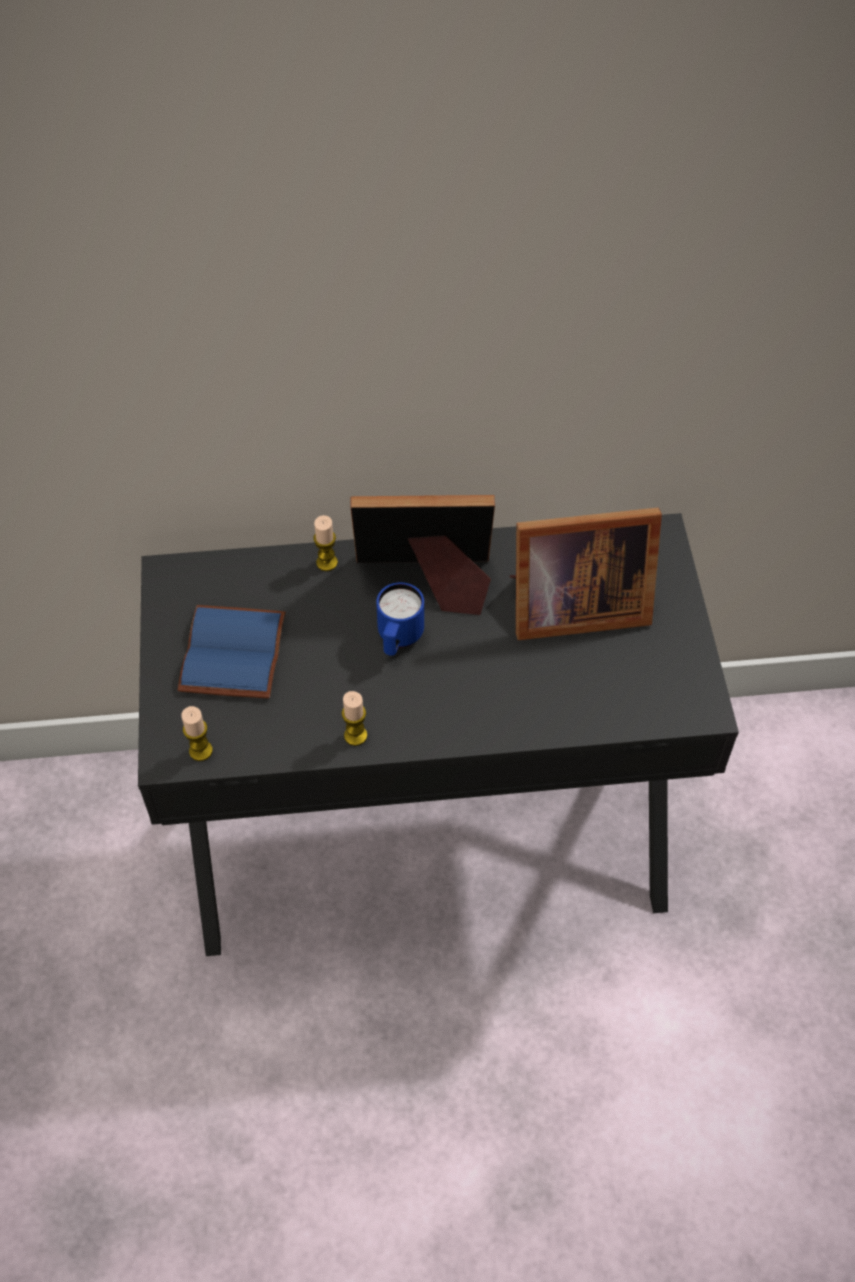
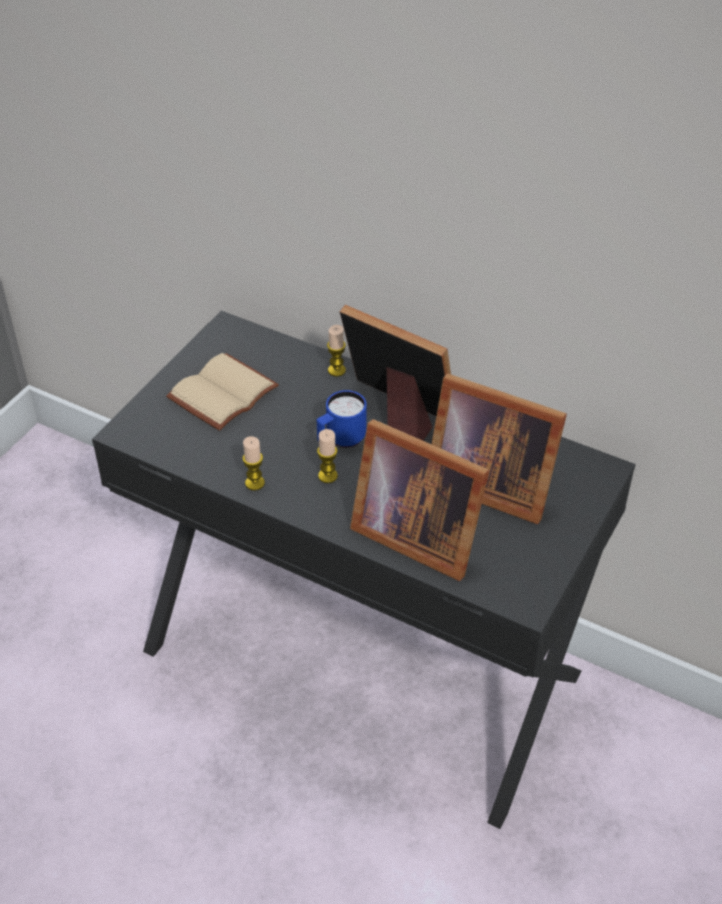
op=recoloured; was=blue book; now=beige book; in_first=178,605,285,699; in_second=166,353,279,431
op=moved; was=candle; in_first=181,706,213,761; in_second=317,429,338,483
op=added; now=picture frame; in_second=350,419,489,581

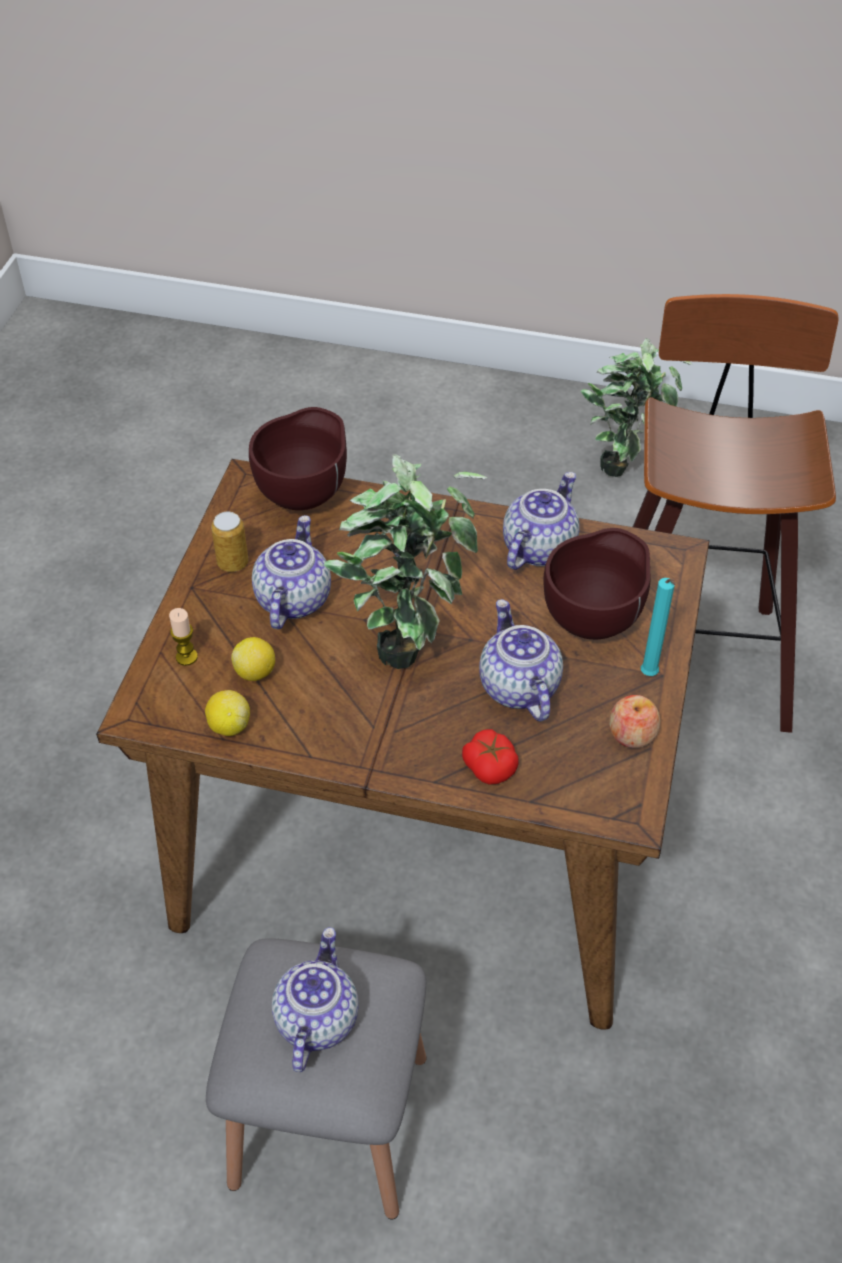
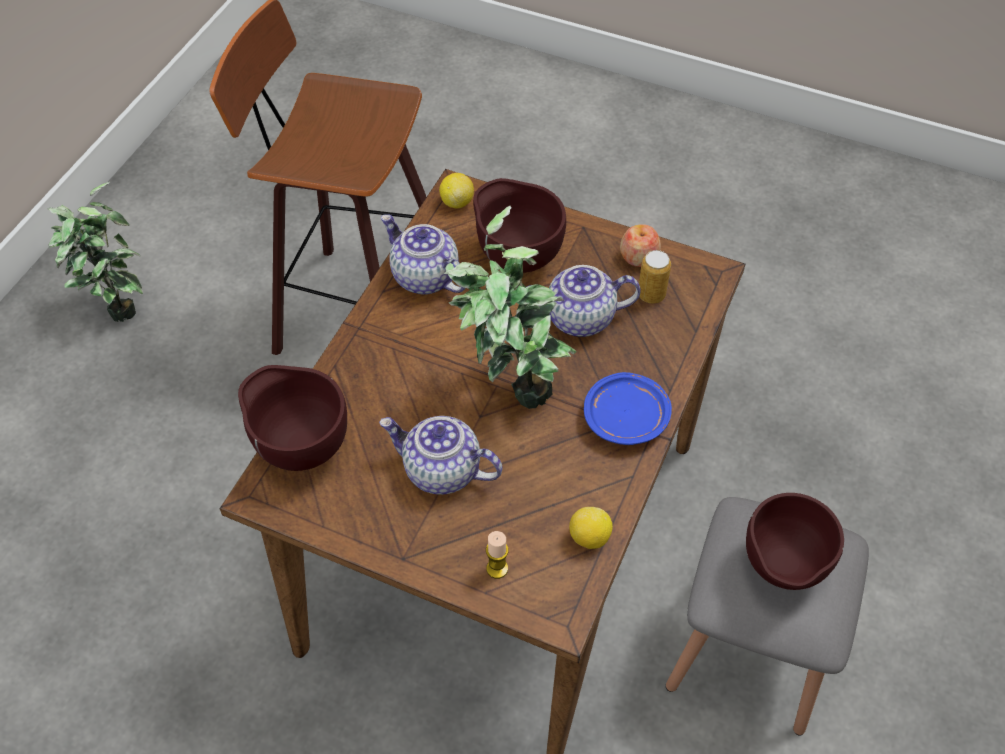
op=moved; was=lemon; in_first=231,637,275,681; in_second=439,173,474,209
op=added; now=blue plate; in_second=584,372,672,445
op=moved; was=can; in_first=211,512,248,572; in_second=639,250,671,304
op=replaced; was=teapot; now=brown bowl; in_first=272,927,359,1072; in_second=746,493,844,590
op=removed; was=tomato; in_first=462,729,519,785
op=removed; was=turquoise candle; in_first=641,578,675,676

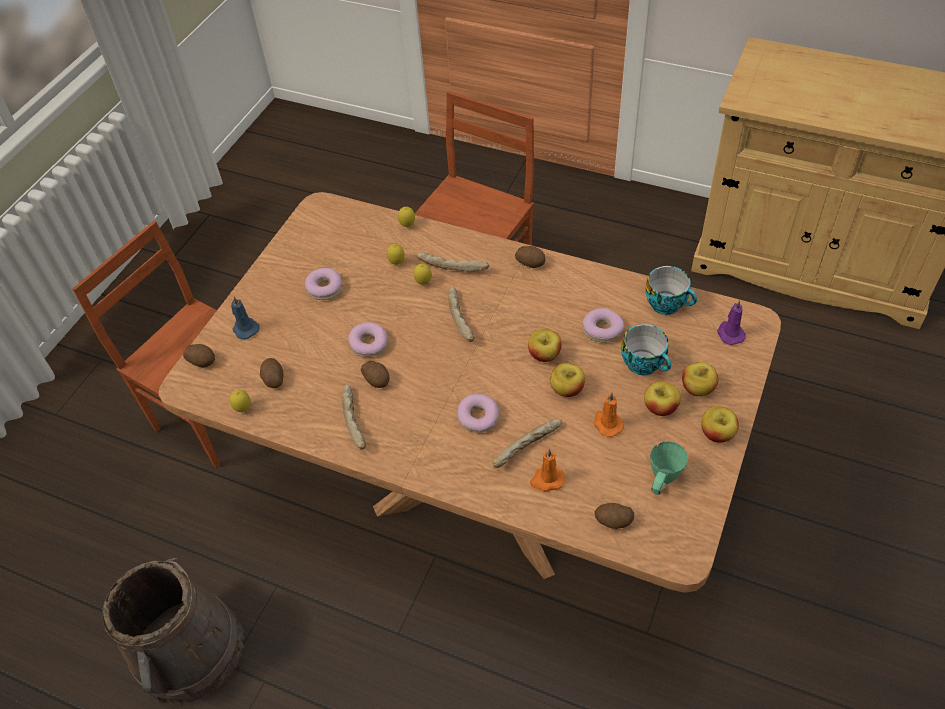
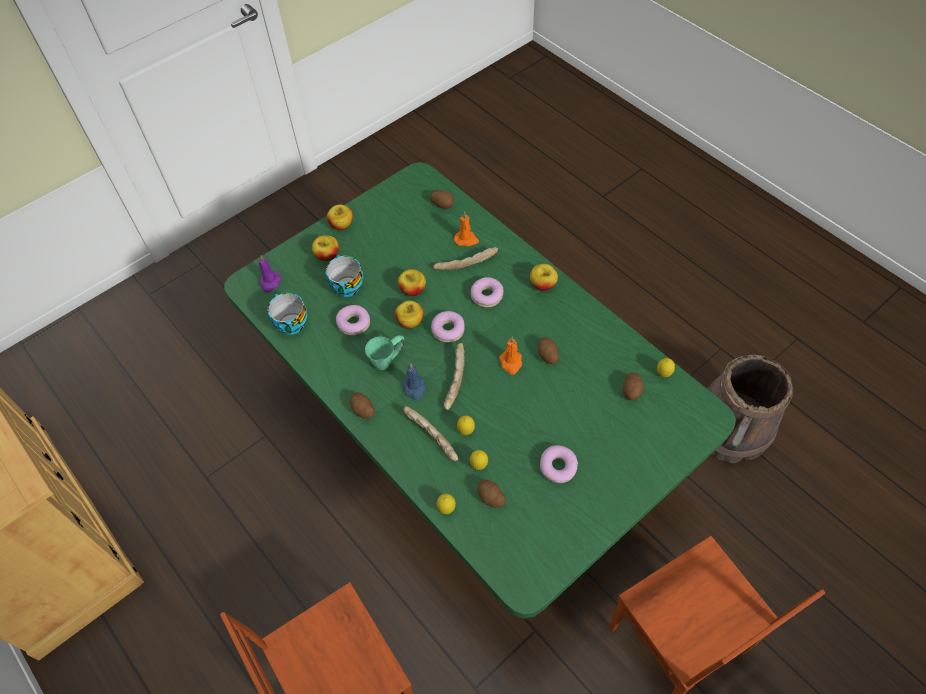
op=recoloured; was=brown dining table; now=green dining table; in_first=159,192,781,593; in_second=224,162,736,619
op=moved; was=green mug; in_first=650,441,688,495; in_second=365,335,404,370
op=moved; was=blue candle; in_first=231,296,259,339; in_second=402,363,426,400
op=moved; was=donut; in_first=348,322,388,357; in_second=431,311,465,342
op=moved; was=potato; in_first=183,344,215,368; in_second=478,480,506,508
op=moved; was=orange candle; in_first=594,392,624,437; in_second=499,337,522,375
op=moved; was=apple; in_first=644,381,681,416; in_second=530,264,558,291
op=removed; was=bread; in_first=342,384,366,450

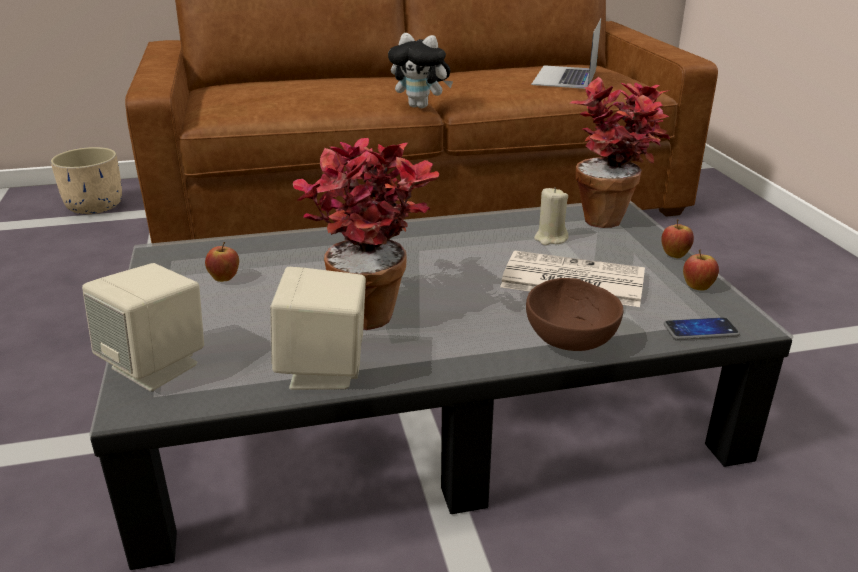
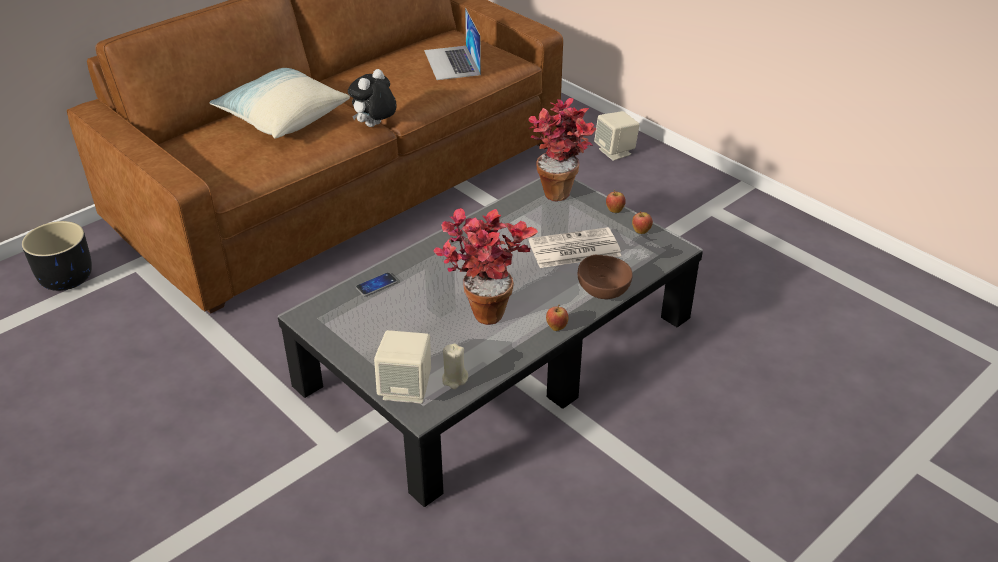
op=recoloured; was=beige planter; now=black planter; in_first=51,147,122,214; in_second=22,221,92,291
op=added; now=pillow; in_second=209,68,350,138
op=turned; was=plush toy; in_first=388,33,453,108; in_second=348,69,396,127; clockwise=135
op=moved; was=phone; in_first=664,317,740,340; in_second=355,272,398,296
op=moved; was=beige candle; in_first=534,187,568,245; in_second=442,343,468,389
op=moved; was=apple; in_first=205,242,239,282; in_second=546,305,568,331
op=moved; was=beige speaker; in_first=270,267,366,390; in_second=594,111,640,161

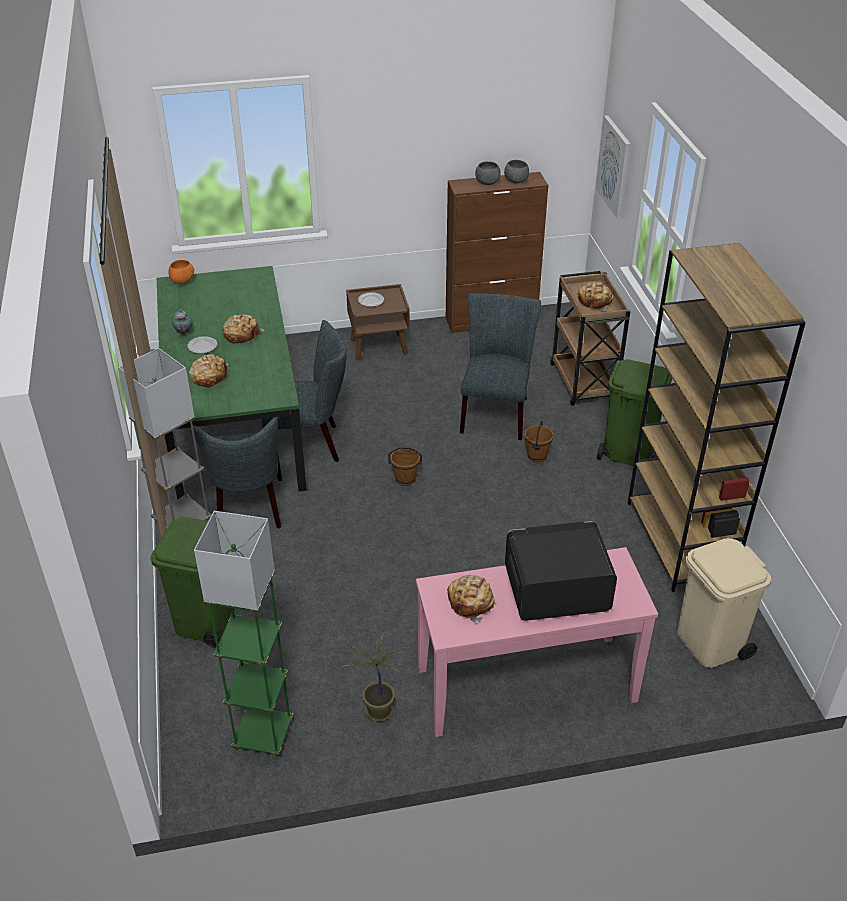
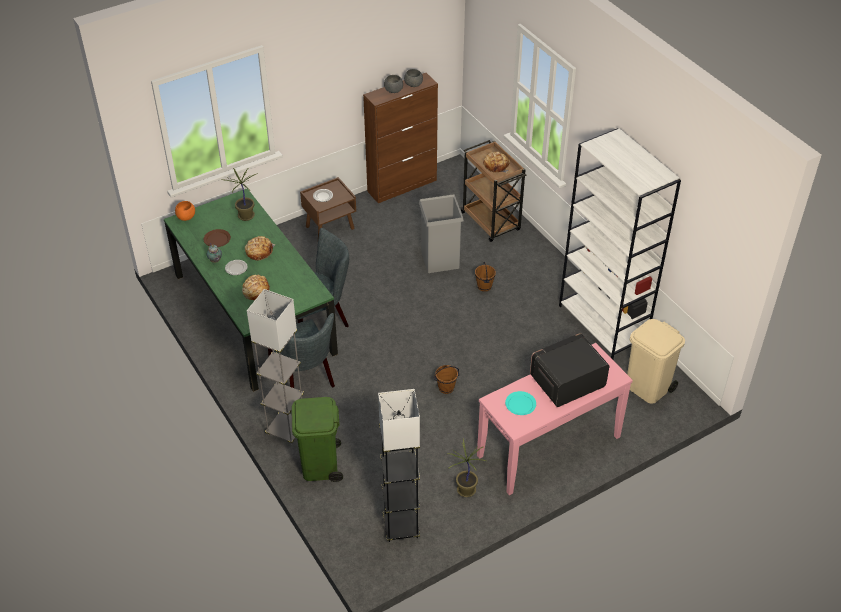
op=added; now=brown plate; in_second=204,229,231,247
op=added; now=potted plant; in_second=220,168,258,221
op=recoloured; was=green floor lamp; now=grey floor lamp; in_first=194,511,293,758; in_second=378,389,420,542
op=replaced; was=grey chair; now=grey trash can; in_first=460,293,541,440; in_second=419,194,464,273
op=moved; was=brown bucket; in_first=388,447,422,486; in_second=434,365,460,394
op=replaced; was=bread; now=turquoise plate; in_first=447,575,495,623; in_second=505,391,536,415
op=recoloured; was=brown bookcase; now=white bookcase; in_first=628,243,806,592; in_second=559,128,681,360
op=removed; was=picture; in_first=596,115,631,219
op=removed; was=green trash can; in_first=597,359,672,466

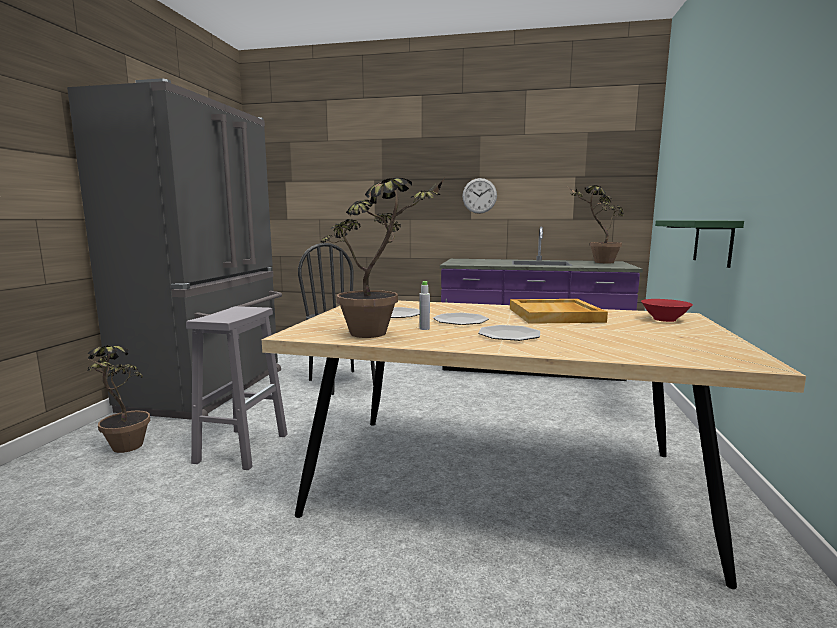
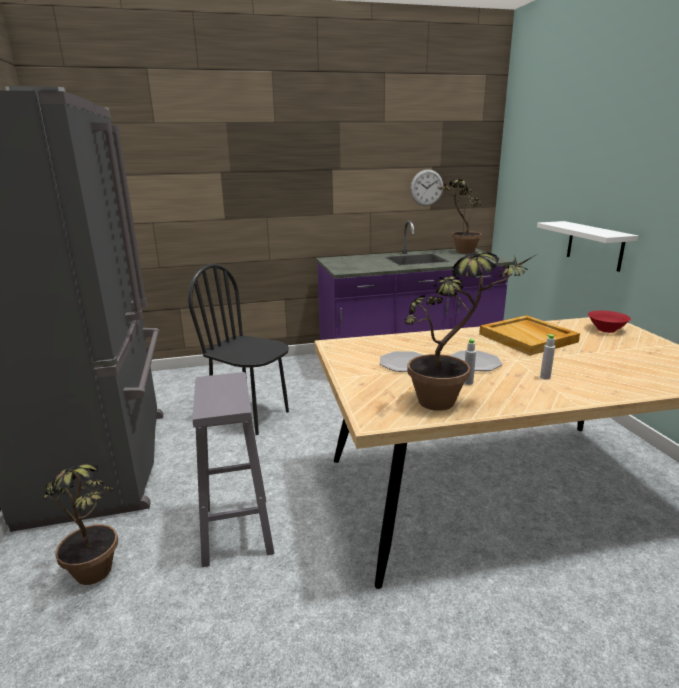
op=moved; was=wall clock; in_first=462,178,497,214; in_second=410,169,443,206
op=recoloured; was=green shelf; now=white shelf; in_first=655,220,744,268; in_second=537,221,638,272
op=replaced; was=plate; now=grey bottle; in_first=478,325,540,341; in_second=540,334,555,380

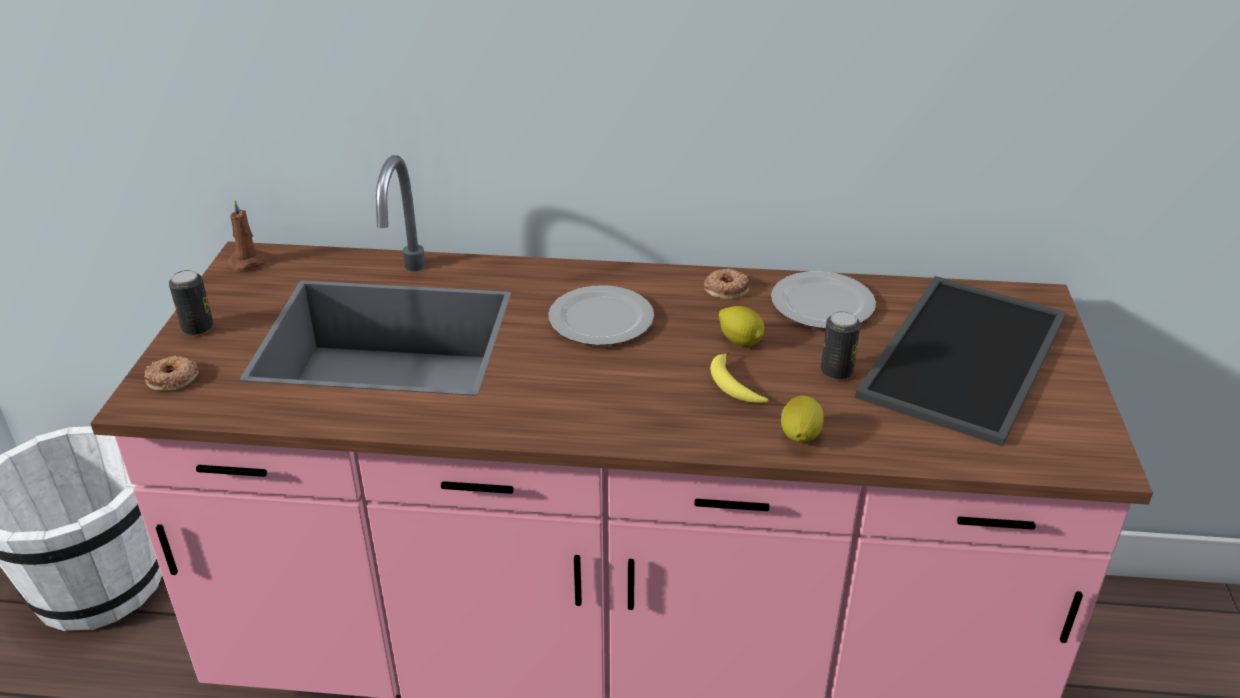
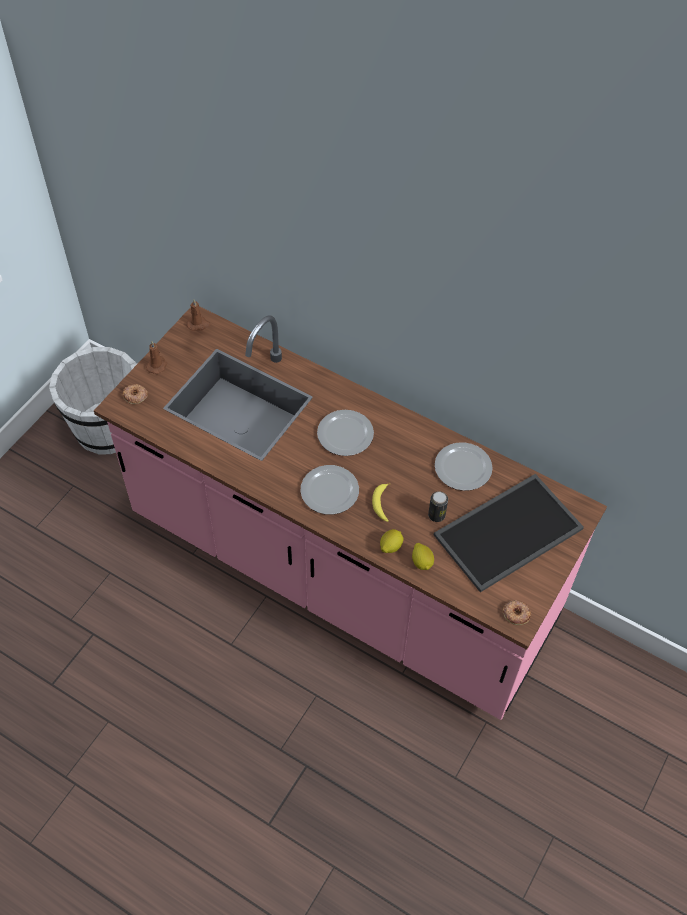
op=replaced; was=can; now=brown candle; in_first=169,270,213,336; in_second=146,341,167,374
op=added; now=plate; in_second=301,465,359,515
op=moved; was=lemon; in_first=719,306,764,346; in_second=412,543,434,570
op=moved; was=donut; in_first=704,268,749,299; in_second=503,600,531,625

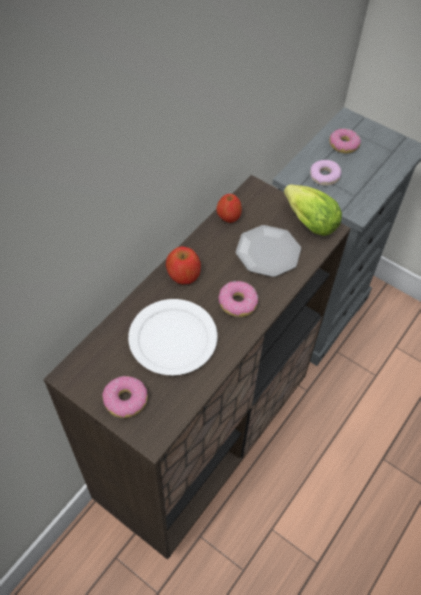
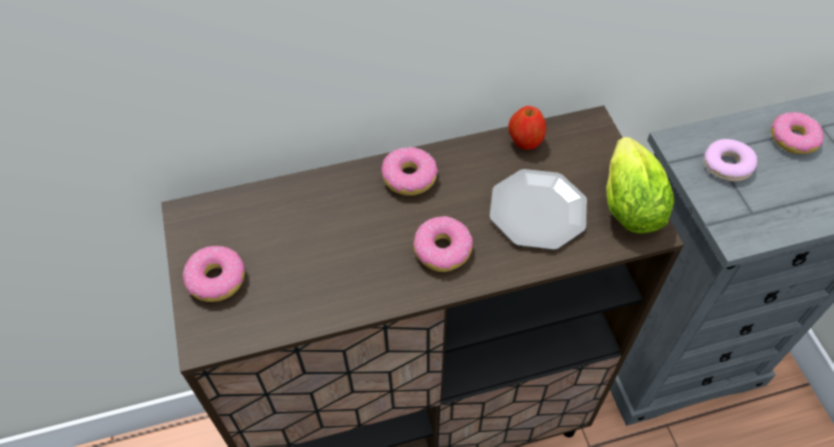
op=replaced; was=apple; now=donut; in_first=166,246,201,285; in_second=381,147,438,196
op=removed; was=white plate; in_first=128,299,218,375

